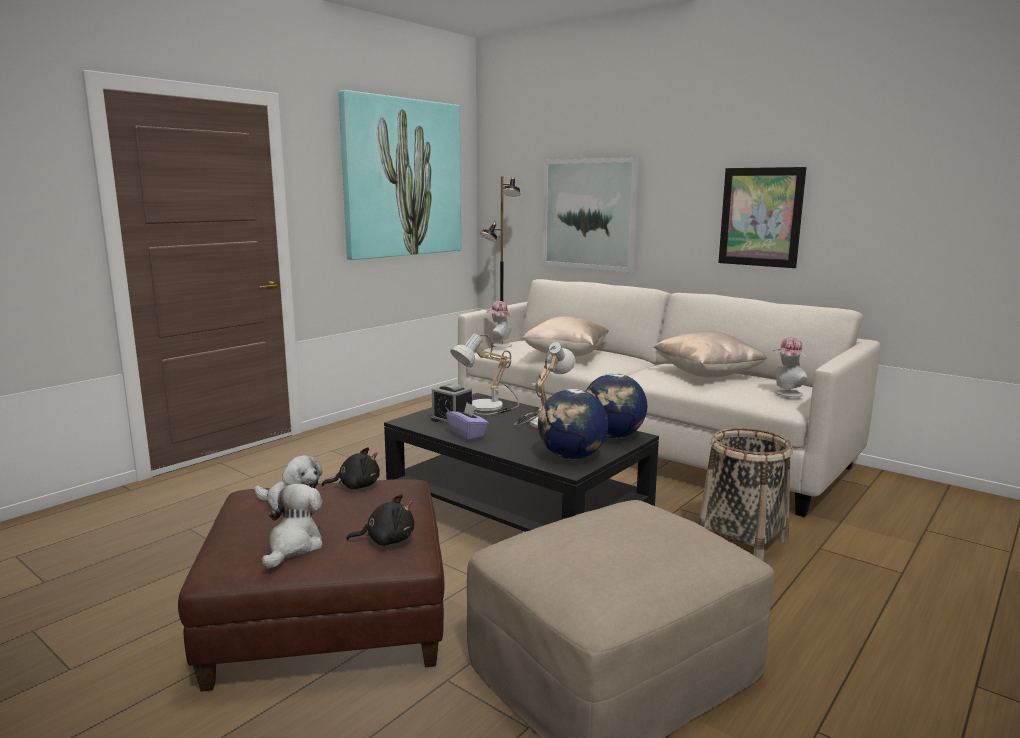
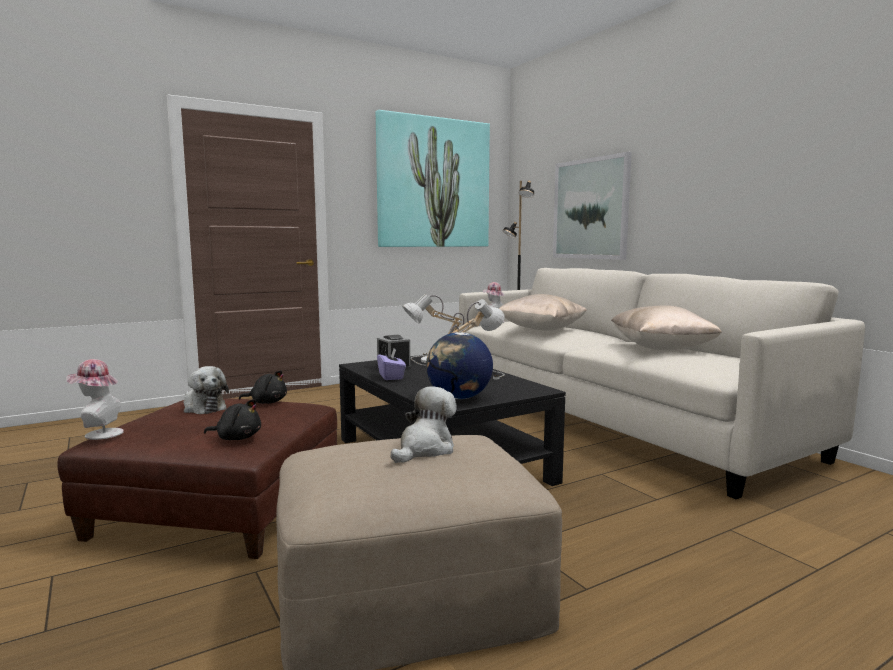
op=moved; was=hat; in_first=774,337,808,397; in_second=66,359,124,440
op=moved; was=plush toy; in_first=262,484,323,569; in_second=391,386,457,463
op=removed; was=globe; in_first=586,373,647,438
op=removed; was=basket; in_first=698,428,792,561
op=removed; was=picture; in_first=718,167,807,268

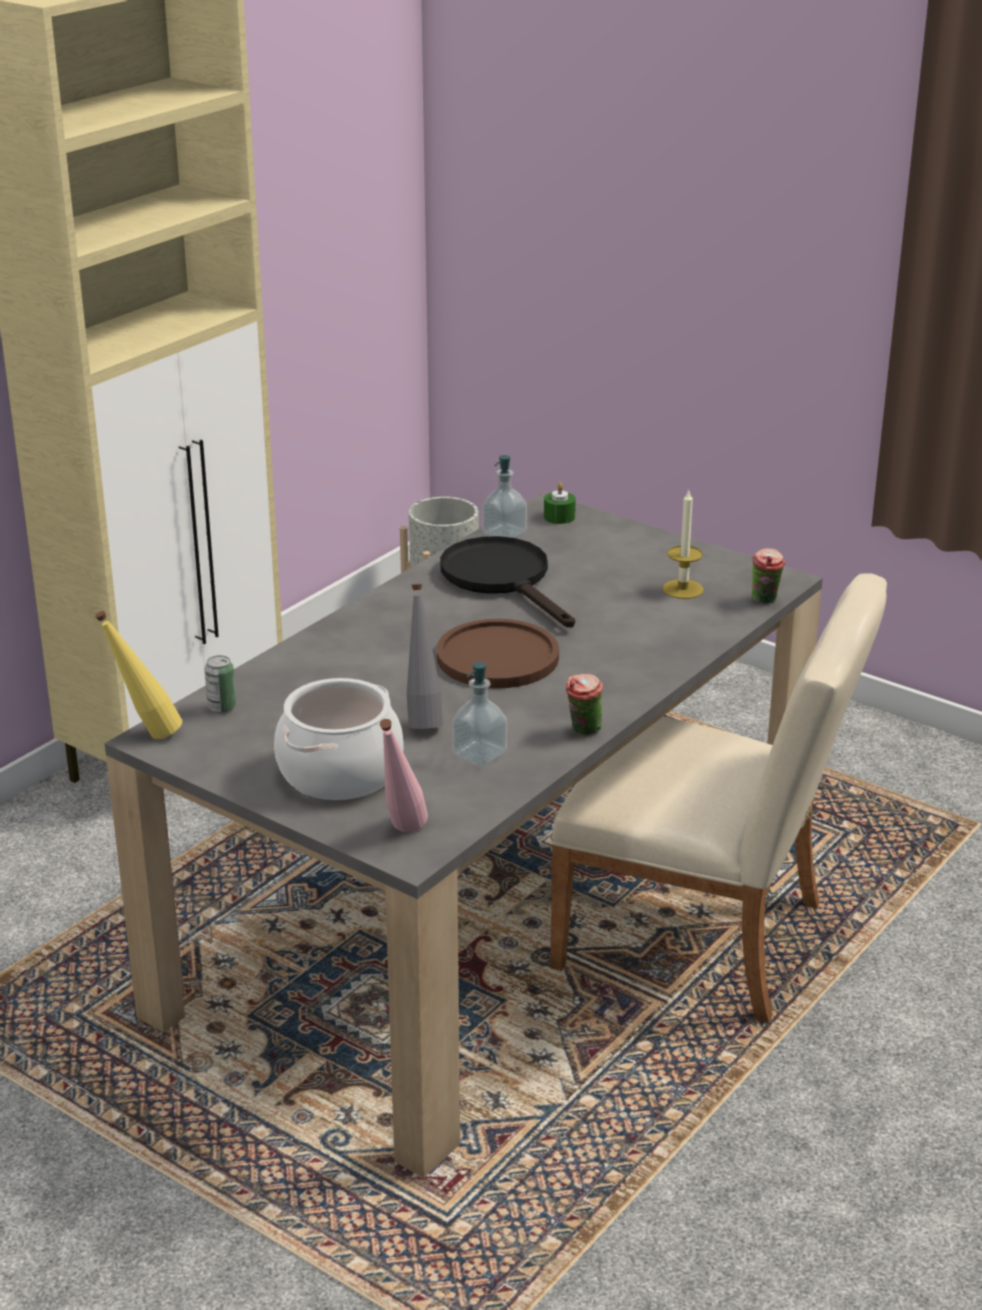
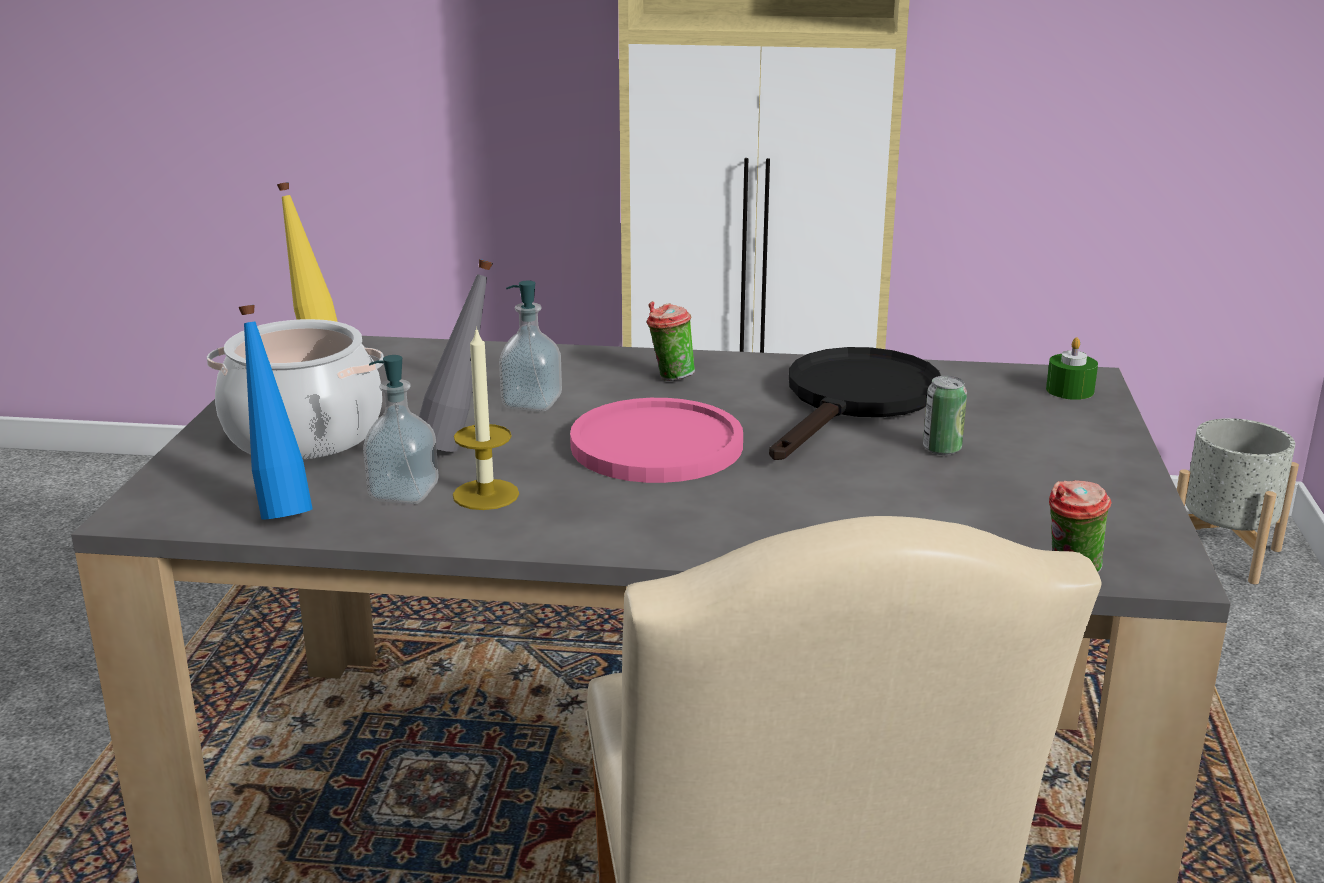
op=added; now=blue bottle; in_second=238,305,312,519
op=moved; was=candle; in_first=663,489,704,599; in_second=453,326,519,510
op=moved; was=soap dispenser; in_first=482,455,527,538; in_second=499,280,562,412
op=recoloured; was=brown plate; now=pink plate; in_first=437,619,559,688; in_second=570,398,743,483
op=moved; was=cup; in_first=566,674,603,736; in_second=647,301,695,381
op=moved; was=can; in_first=204,655,236,713; in_second=923,376,967,455
op=removed; was=pink bottle; in_first=380,719,428,832

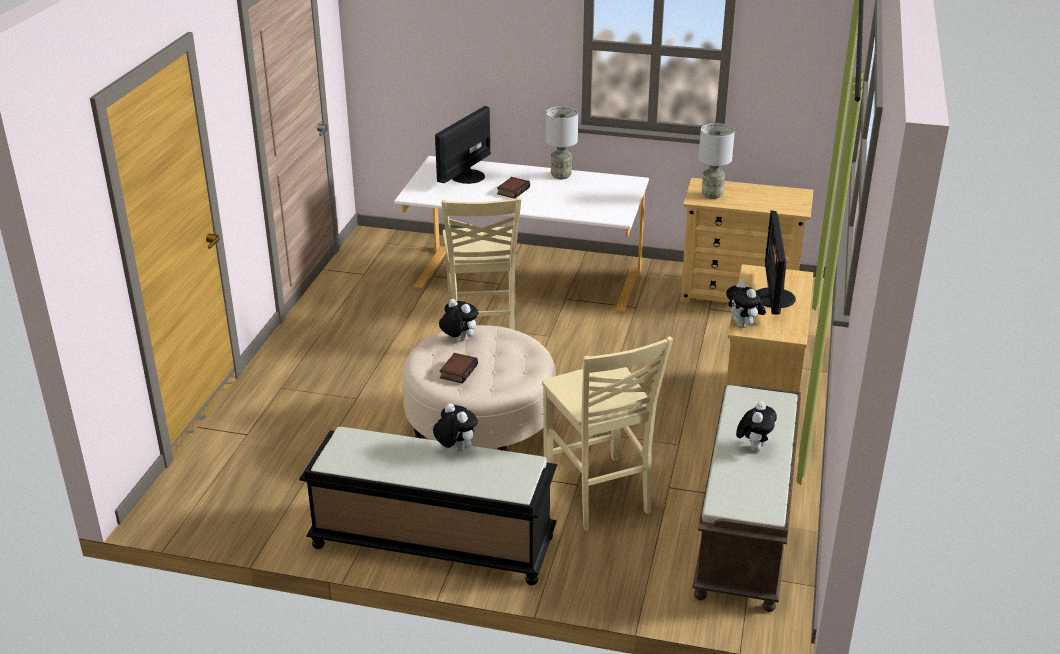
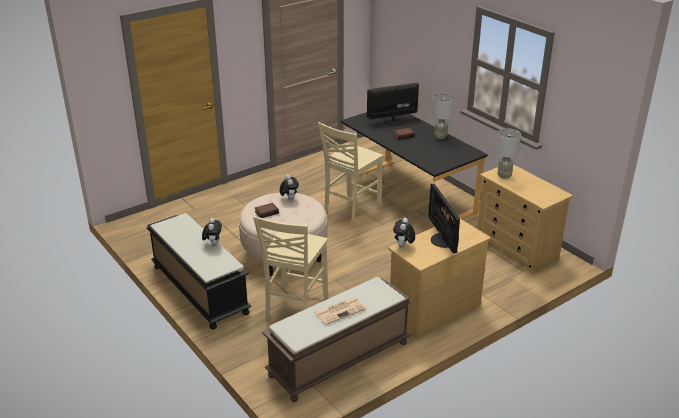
op=replaced; was=plush toy; now=newspaper; in_first=736,401,777,452; in_second=314,297,366,325
op=recoloured; was=white desk; now=black desk; in_first=394,156,649,313; in_second=340,112,488,227
op=turned; was=monitor; in_first=756,210,796,315; in_second=428,184,460,254; clockwise=-60

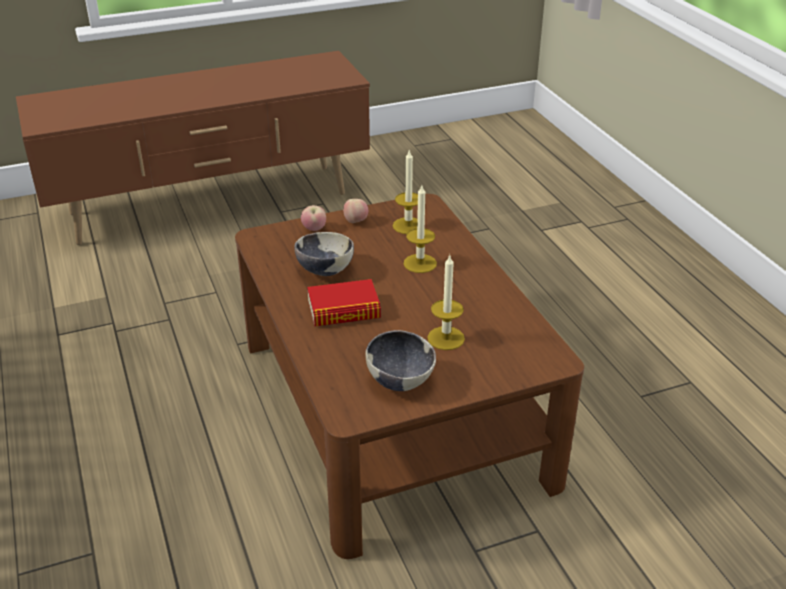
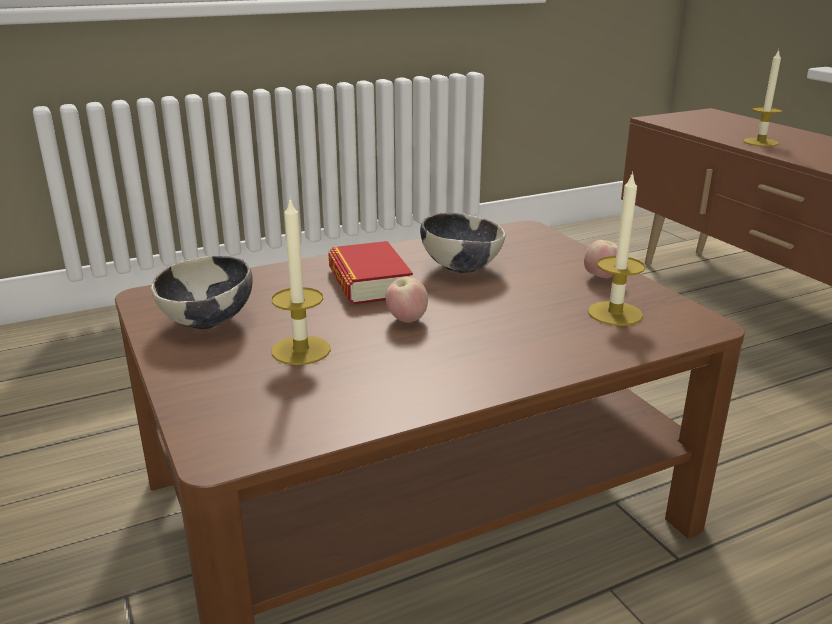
op=moved; was=apple; in_first=301,205,326,231; in_second=385,277,428,323
op=moved; was=candle; in_first=403,186,437,273; in_second=743,49,783,147

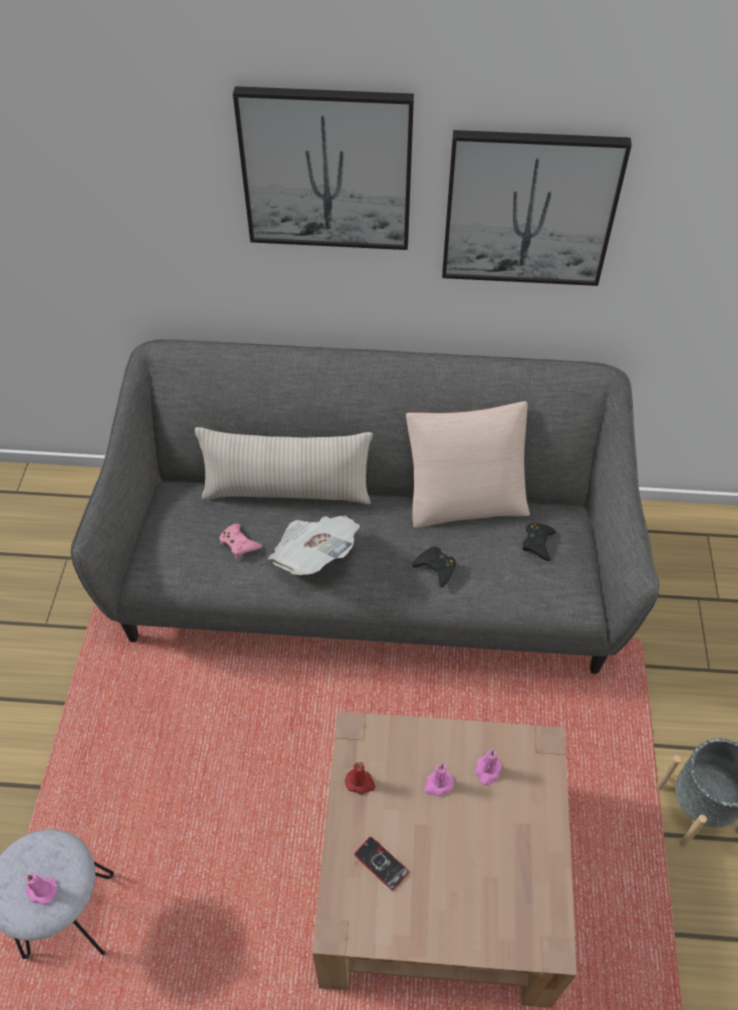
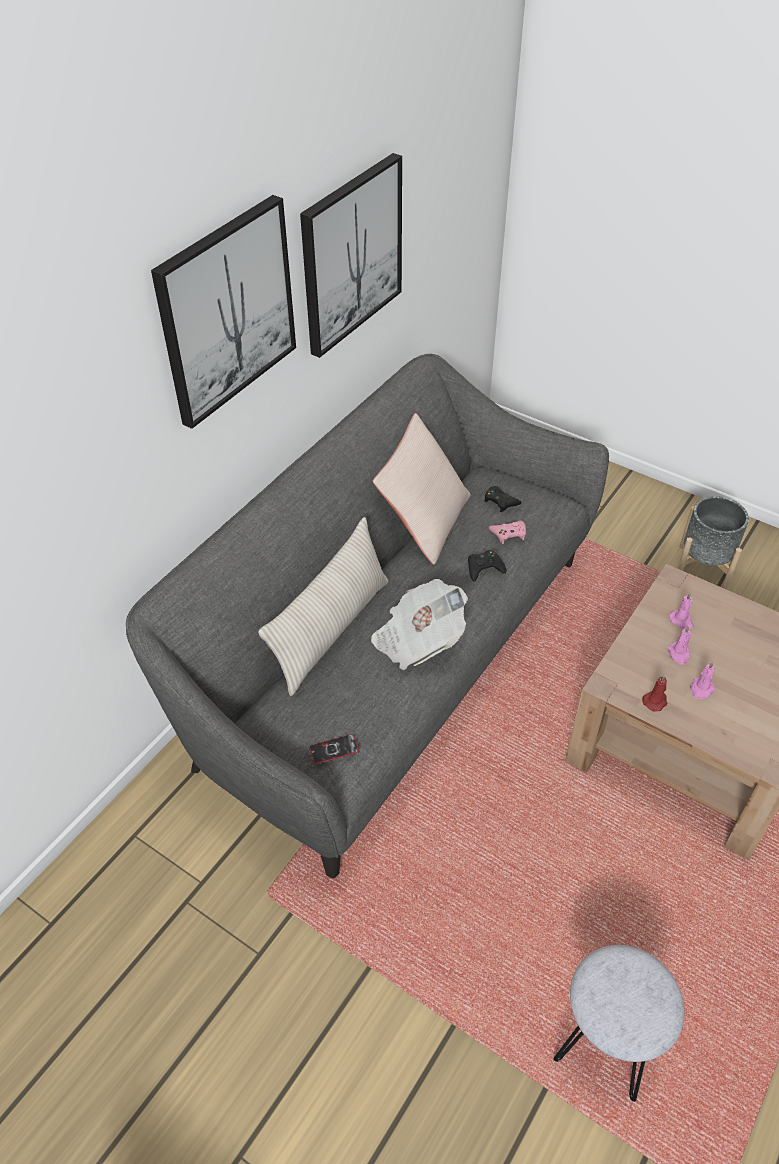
op=moved; was=phone; in_first=354,837,409,890; in_second=309,734,360,764
op=moved; was=pink game controller; in_first=219,524,262,559; in_second=489,521,526,544
op=moved; was=pink candle; in_first=25,873,58,905; in_second=690,661,715,699

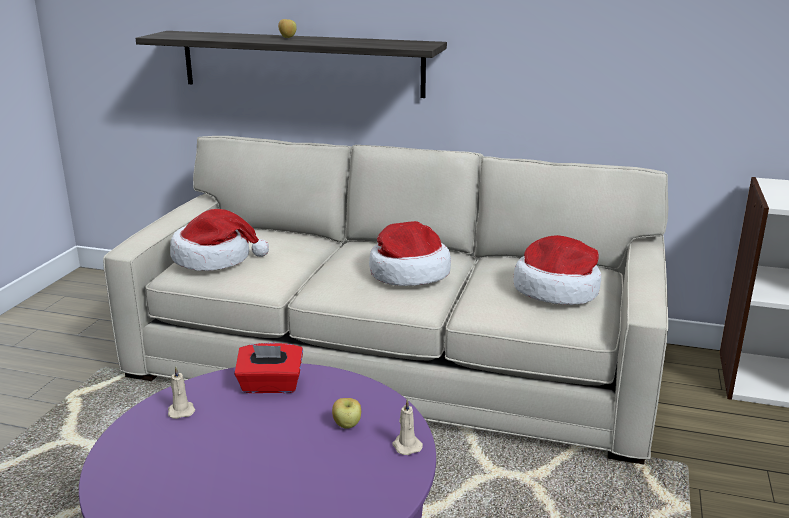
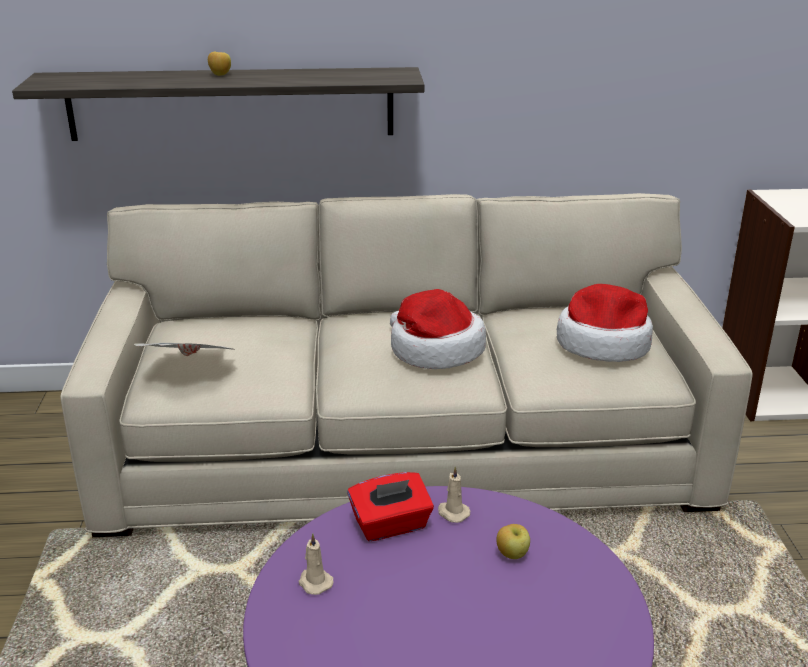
op=replaced; was=hat; now=newspaper; in_first=170,209,269,271; in_second=134,343,235,356
op=moved; was=beige candle; in_first=392,399,423,455; in_second=438,466,470,523

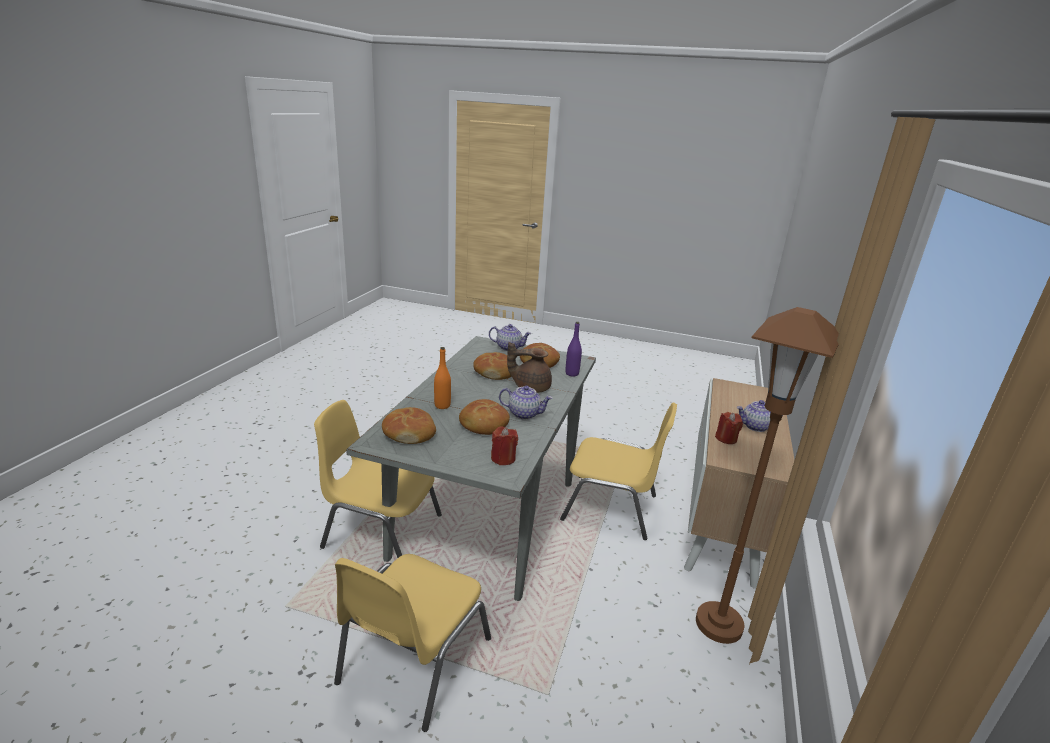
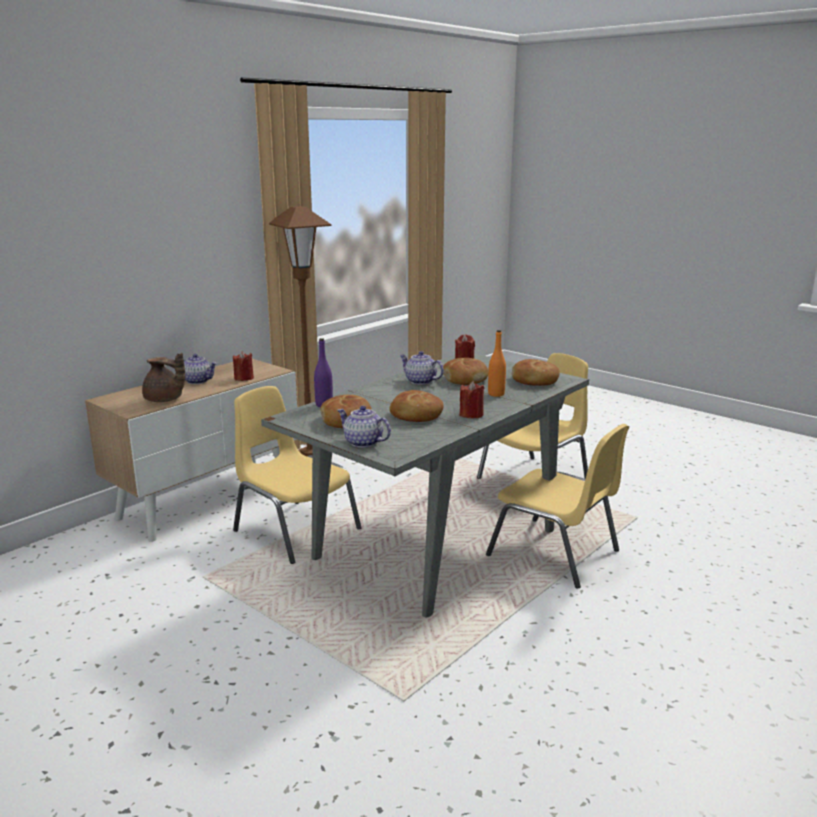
op=moved; was=brown teapot; in_first=507,342,552,393; in_second=142,353,185,402
op=added; now=red candle; in_second=460,381,484,418

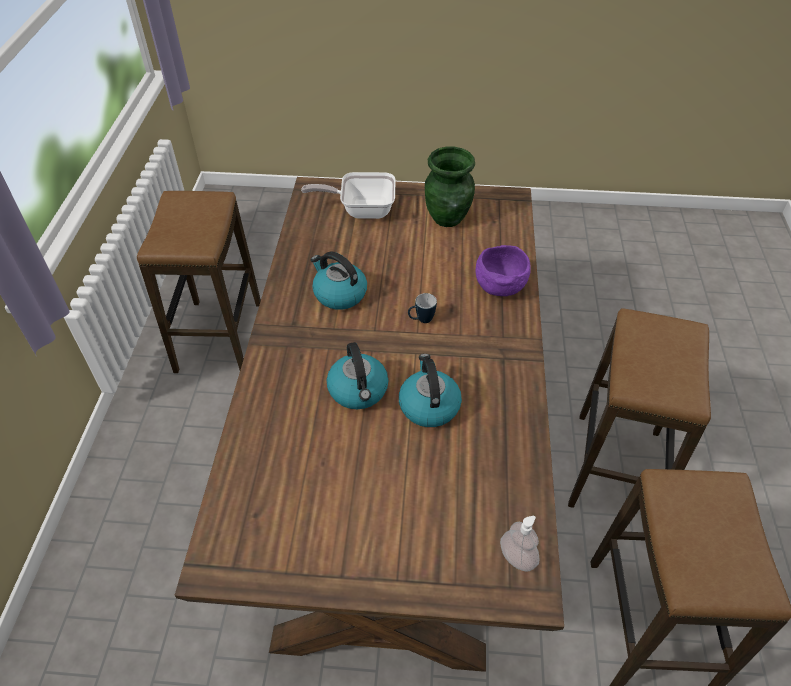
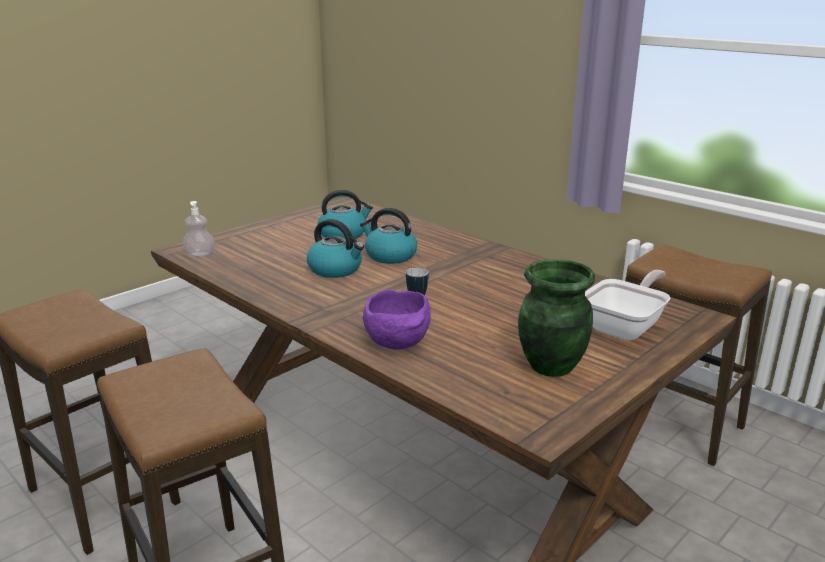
op=moved; was=kettle; in_first=310,252,367,310; in_second=318,190,373,239

